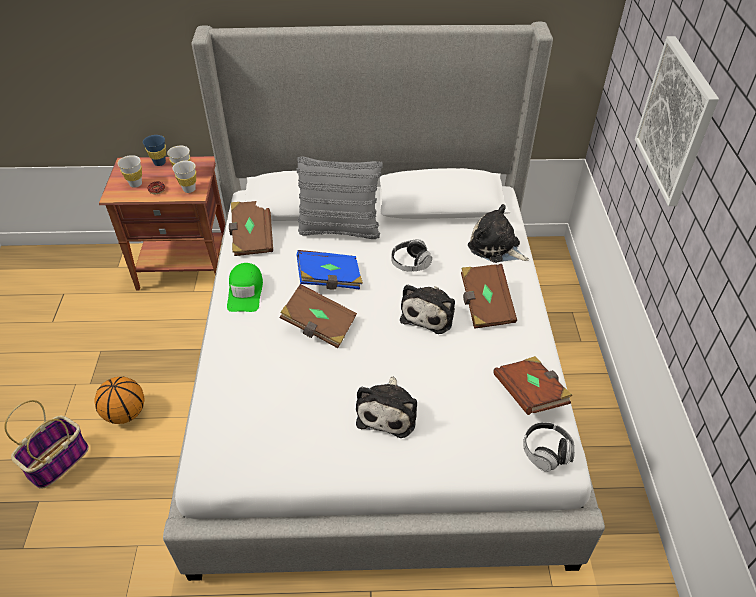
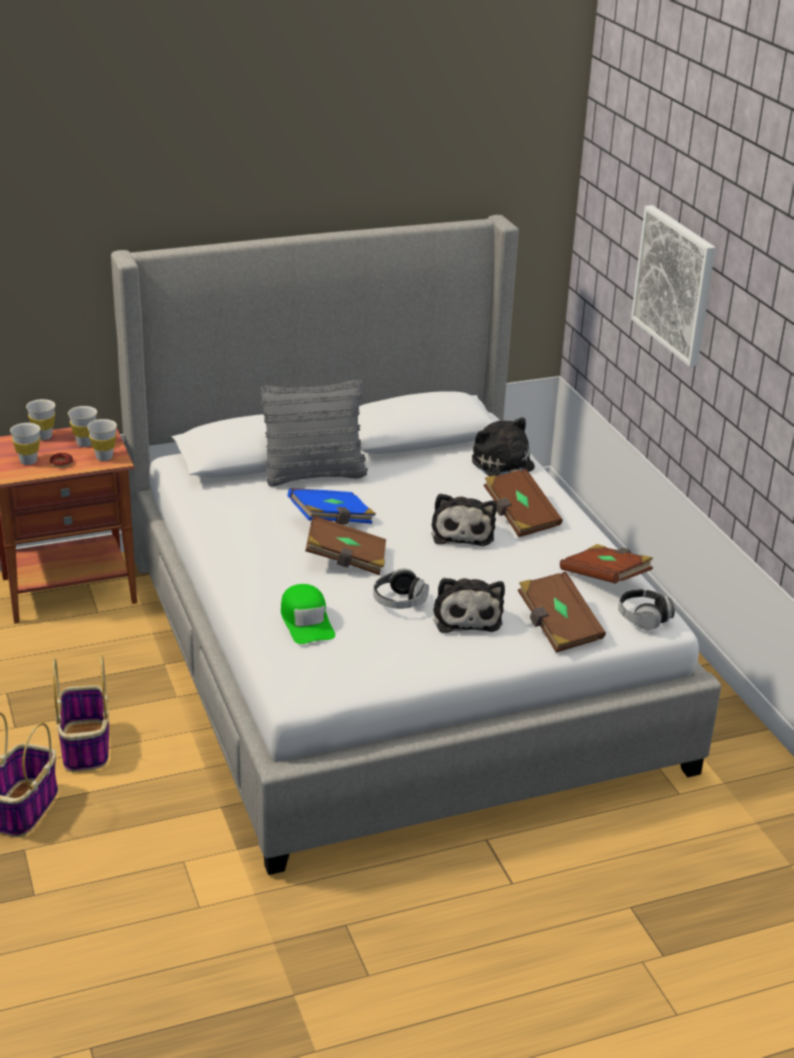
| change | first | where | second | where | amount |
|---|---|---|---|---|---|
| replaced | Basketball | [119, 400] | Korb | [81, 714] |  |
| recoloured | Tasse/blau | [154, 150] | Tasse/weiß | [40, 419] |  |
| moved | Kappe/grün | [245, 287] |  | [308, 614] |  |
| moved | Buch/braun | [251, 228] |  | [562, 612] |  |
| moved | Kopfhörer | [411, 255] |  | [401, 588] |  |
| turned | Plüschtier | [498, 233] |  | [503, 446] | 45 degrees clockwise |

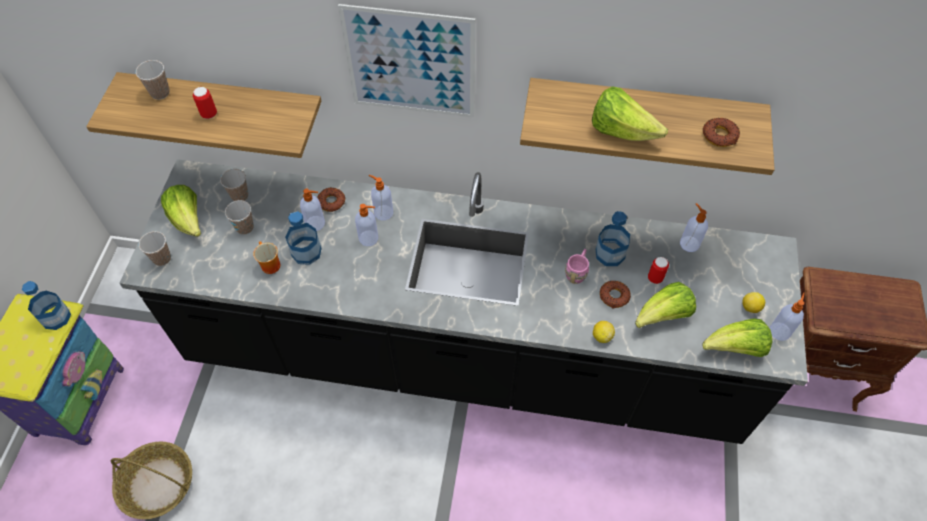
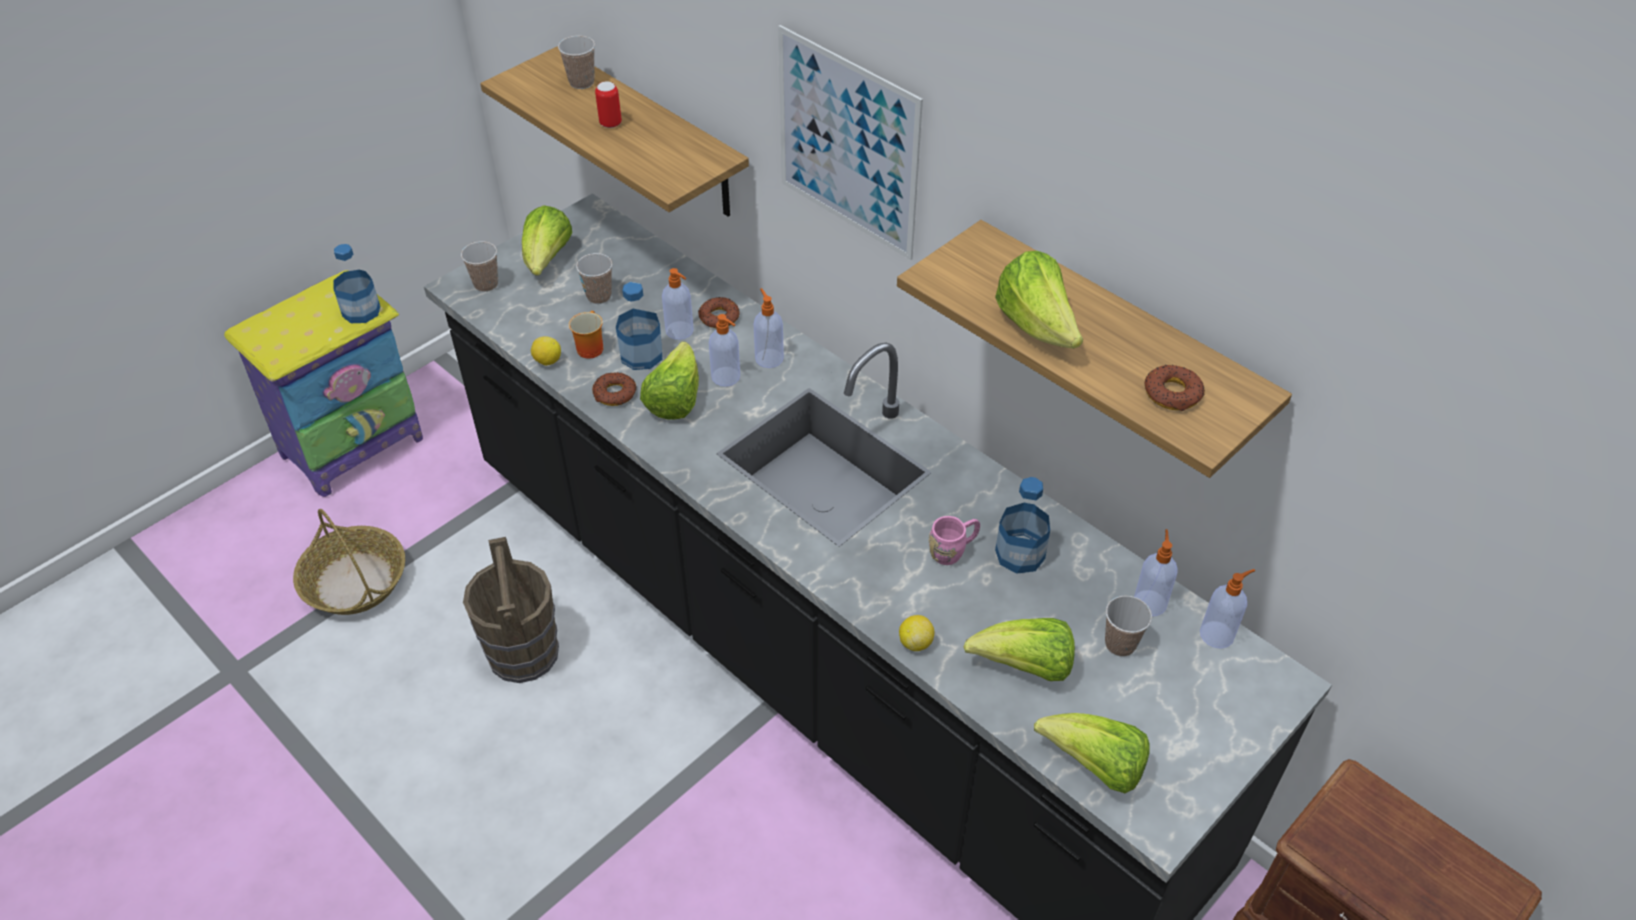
| change | first | where | second | where | amount |
|---|---|---|---|---|---|
| moved | Tasse | [234, 185] |  | [1128, 626] |  |
| moved | Donut | [615, 295] |  | [614, 389] |  |
| removed | Dose | [658, 270] |  |  |  |
| moved | Zitrone | [753, 302] |  | [546, 351] |  |
| moved | Seifenspender | [787, 316] |  | [1227, 609] |  |
| added |  |  | Eimer/braun | [511, 610] |  |
| added |  |  | Salatkopf | [669, 380] |  |

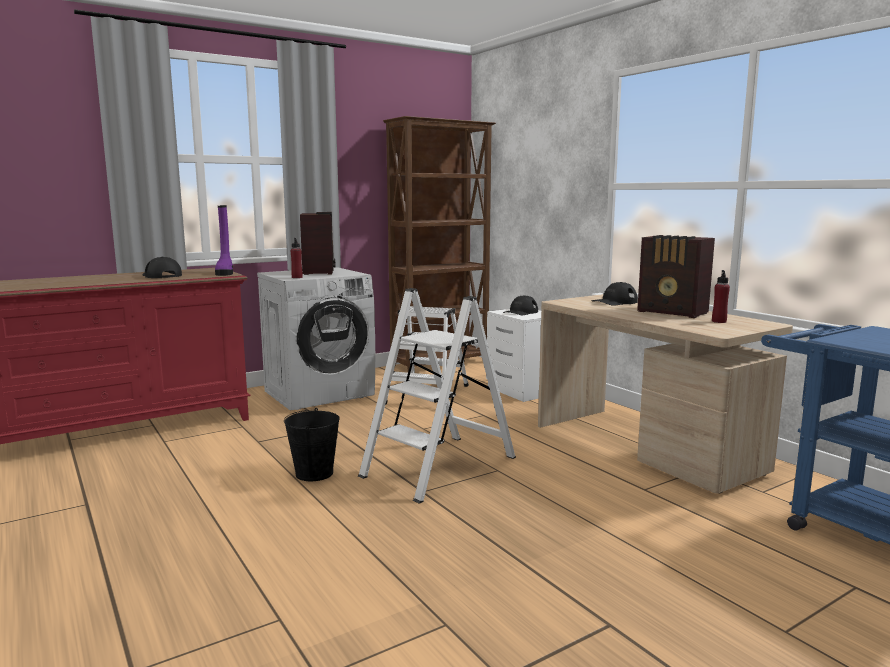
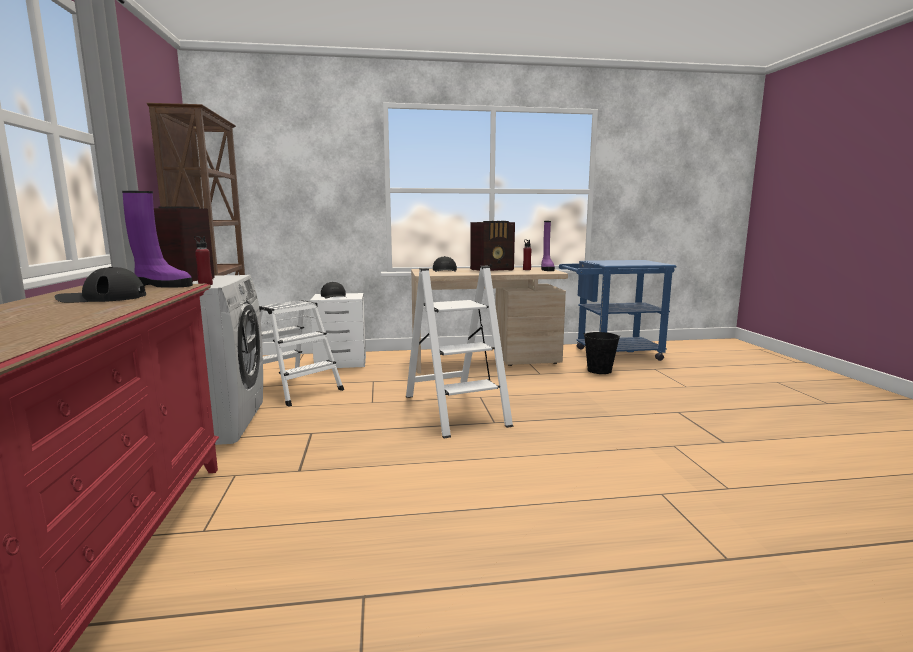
| change | first | where | second | where | amount |
|---|---|---|---|---|---|
| moved | Eimer/schwarz | [312, 444] |  | [602, 353] |  |
| added |  |  | Stiefel/lila | [548, 246] |  |

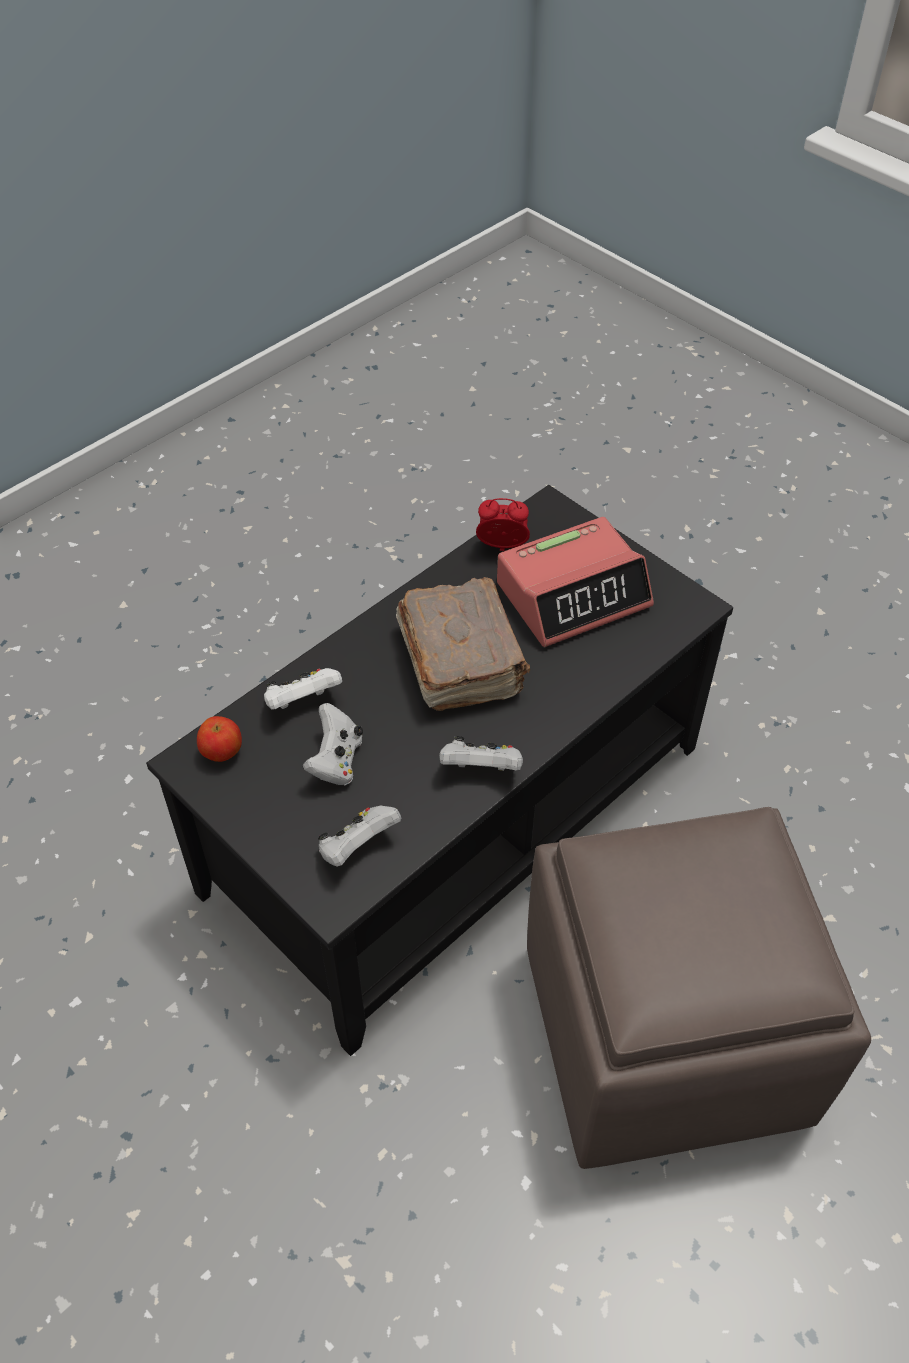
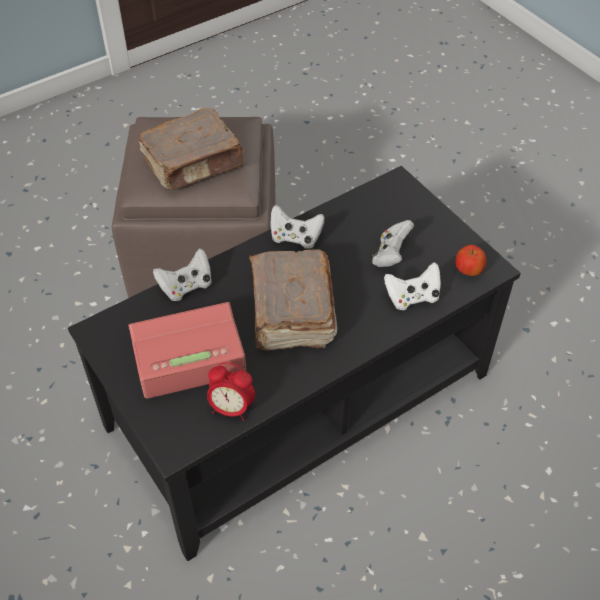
| change | first | where | second | where | amount |
|---|---|---|---|---|---|
| moved | Gamepad/weiß | [359, 836] |  | [182, 275] |  |
| added |  |  | Buch/braun | [191, 149] |  |

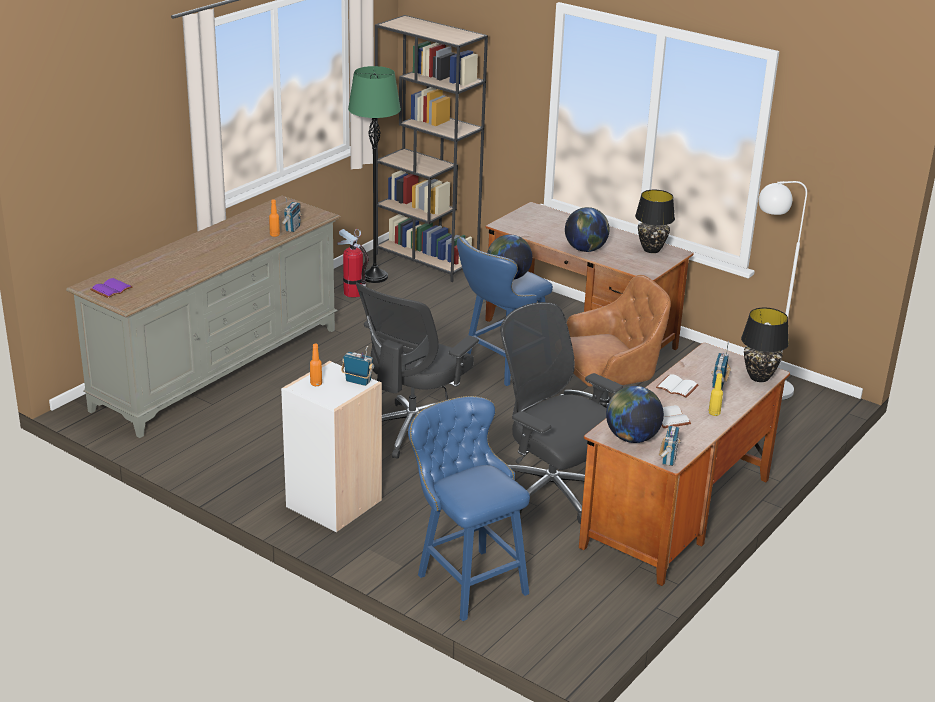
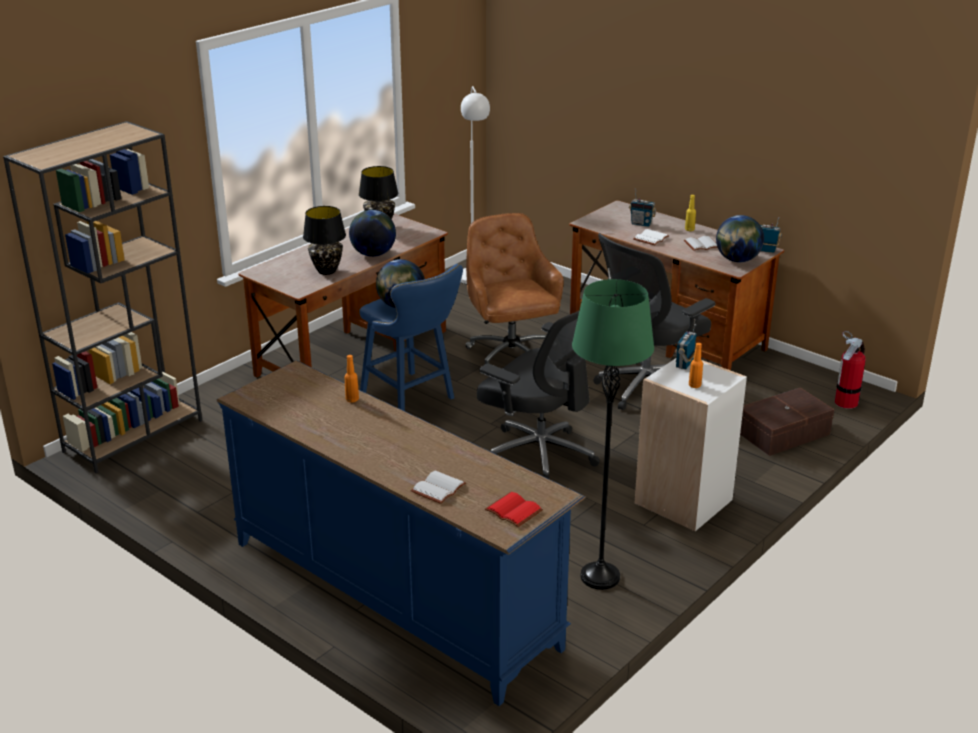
| change | first | where | second | where | amount |
|---|---|---|---|---|---|
| recoloured | Schrank/grau | [203, 317] | Schrank/blau | [401, 533] |  |
| recoloured | Buch/lila | [111, 288] | Buch/rot | [514, 509] |  |
| removed | Radio | [292, 214] |  |  |  |
| moved | Feuerlöscher | [353, 263] |  | [850, 370] |  |
| moved | Stehlampe/grün | [374, 174] |  | [613, 434] |  |
| replaced | Hocker/blau | [469, 508] | Aufbewahrungsbox/braun | [787, 422] |  |
| moved | Tischlampe/schwarz | [765, 345] |  | [324, 240] |  |
| added |  |  | Buch/weiß | [438, 487] |  |

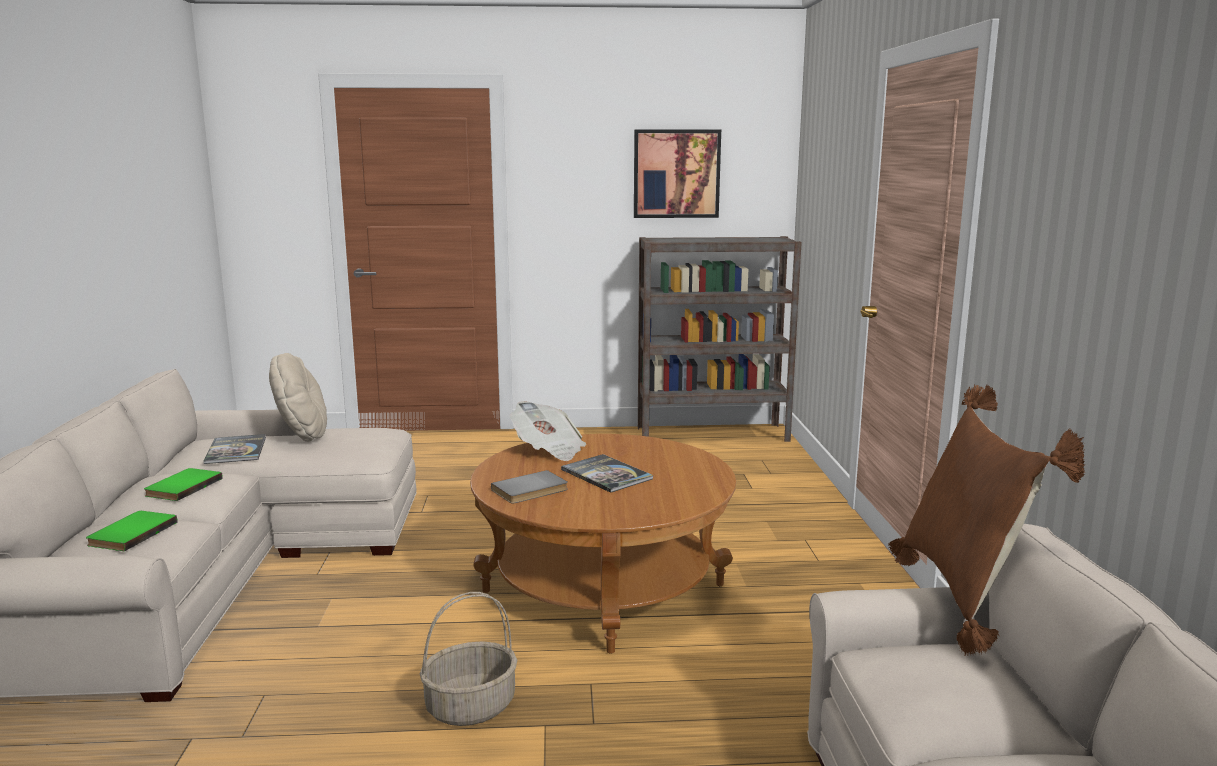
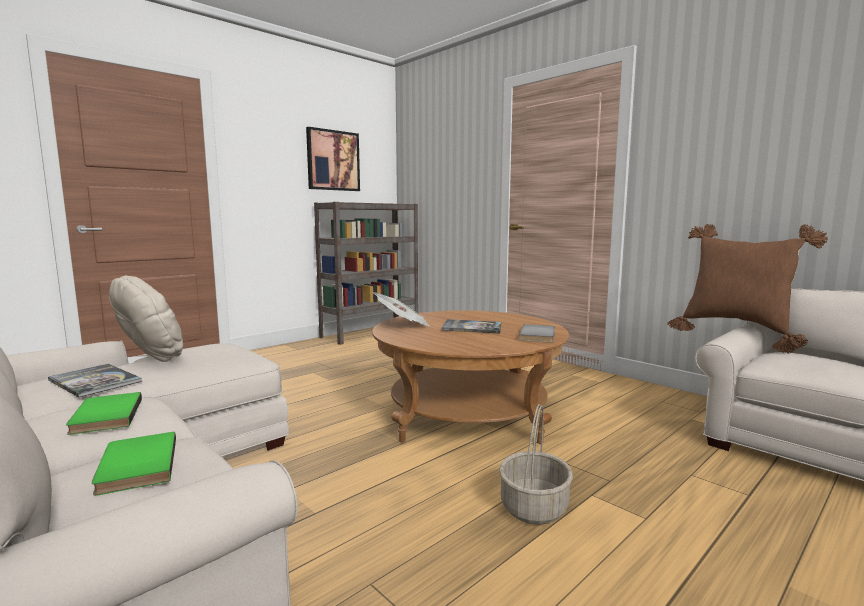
| change | first | where | second | where | amount |
|---|---|---|---|---|---|
| moved | Buch/grau | [529, 487] |  | [537, 333] |  |

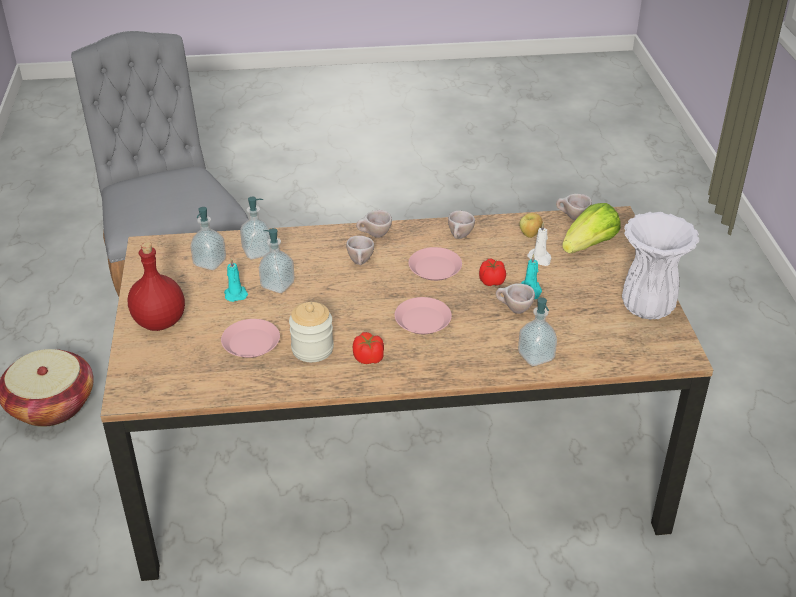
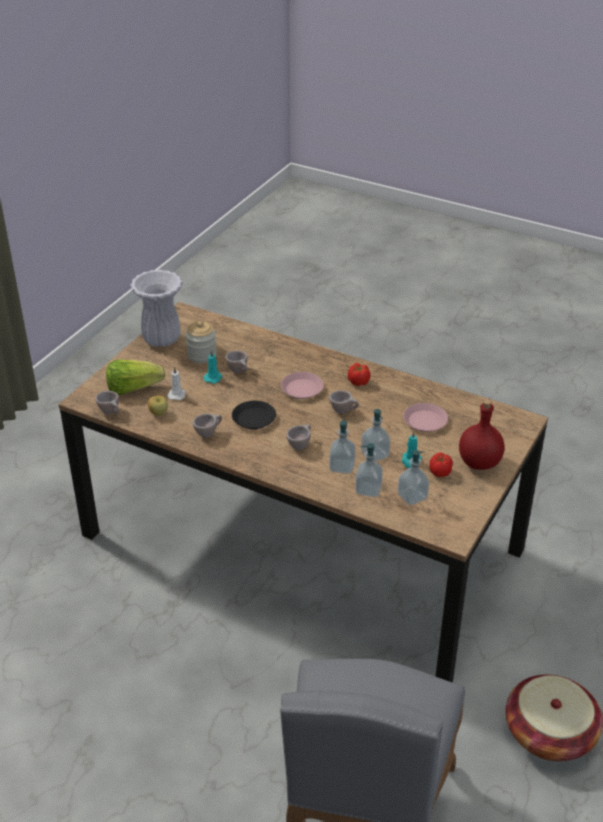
| change | first | where | second | where | amount |
|---|---|---|---|---|---|
| moved | Vorratsglas | [311, 332] |  | [201, 342] |  |
| moved | Tasse/beige | [374, 224] |  | [344, 402] |  |
| recoloured | Teller/rosa | [435, 264] | Teller/schwarz | [254, 415] |  |
| moved | Tomate | [492, 272] |  | [441, 465] |  |
| moved | Seifenspender | [537, 331] |  | [342, 446] |  |

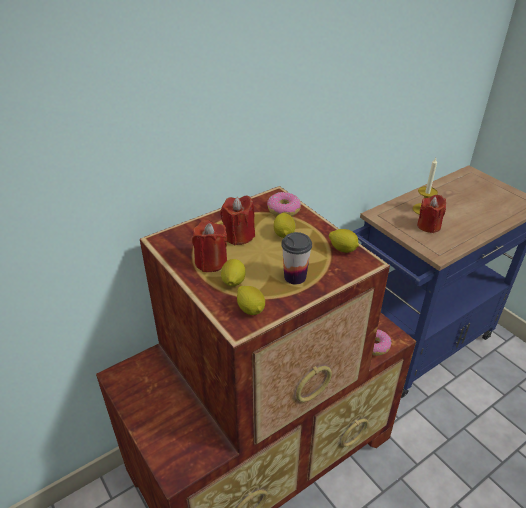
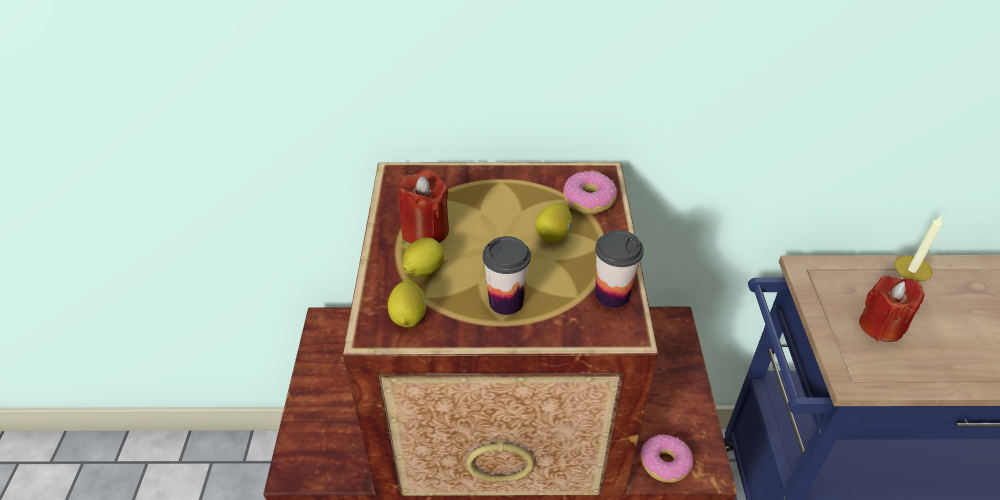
| change | first | where | second | where | amount |
|---|---|---|---|---|---|
| removed | Kerze/rot | [237, 220] |  |  |  |
| replaced | Zitrone | [344, 241] | Tasse | [619, 269] |  |

